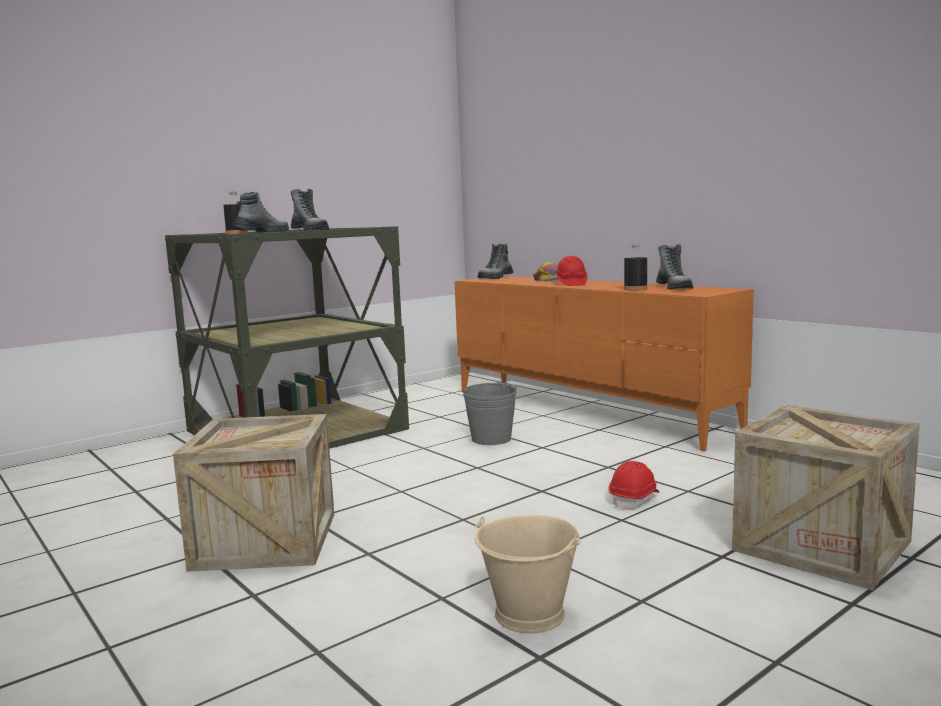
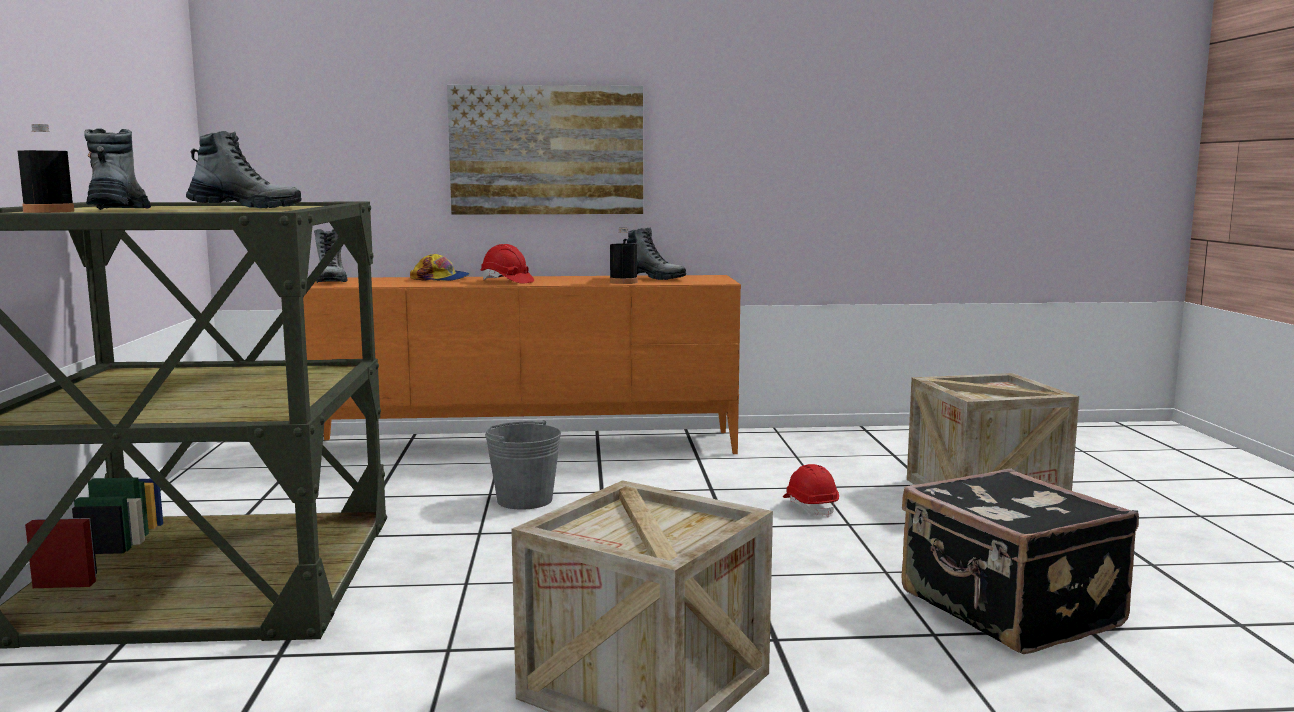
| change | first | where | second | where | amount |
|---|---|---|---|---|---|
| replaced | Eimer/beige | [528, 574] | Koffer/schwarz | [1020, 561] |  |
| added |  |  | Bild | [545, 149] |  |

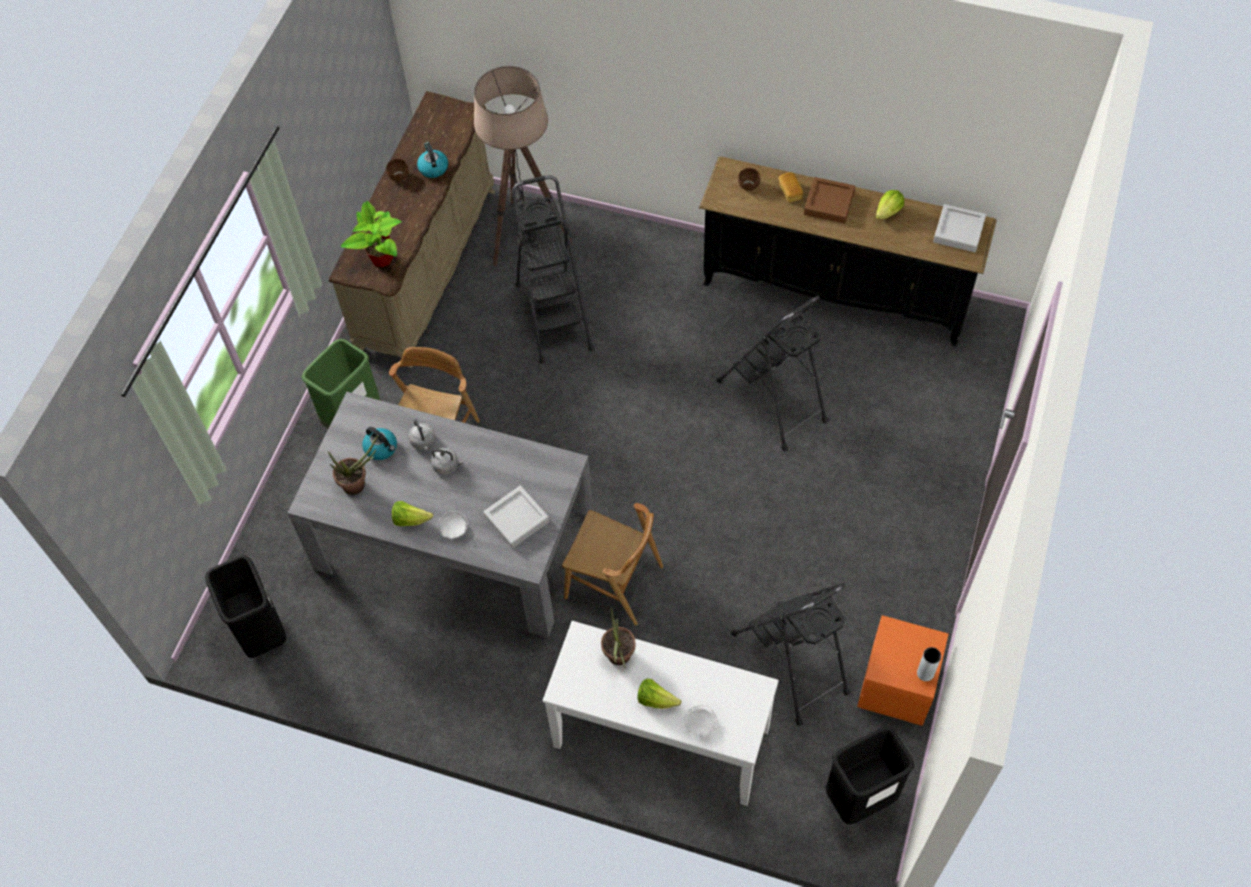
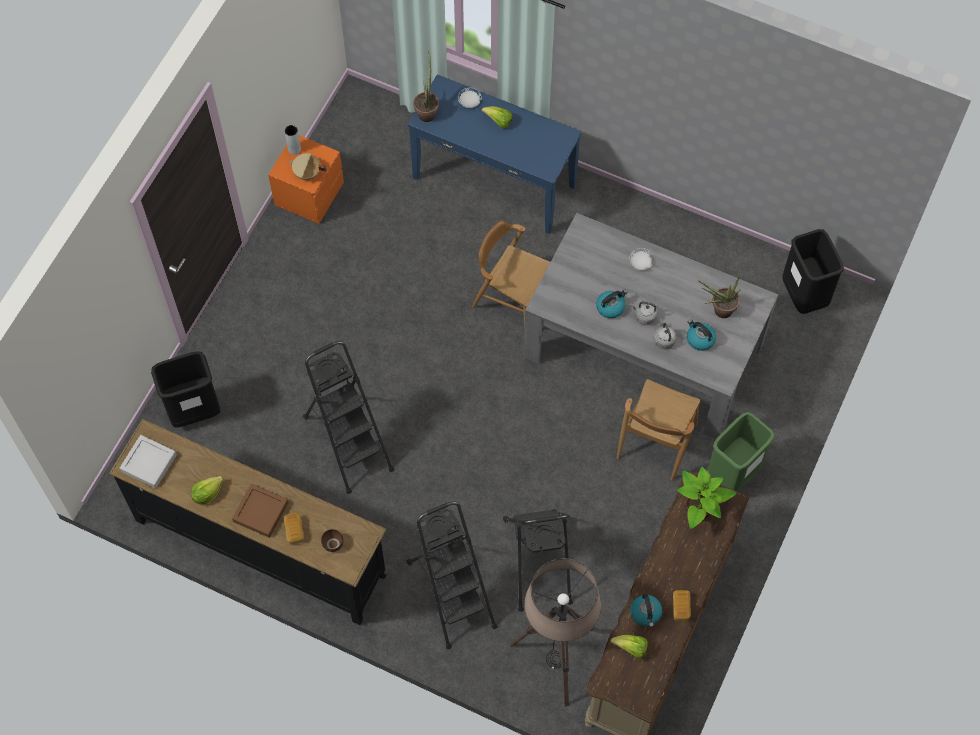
| change | first | where | second | where | amount |
|---|---|---|---|---|---|
| replaced | Schüssel/braun | [397, 170] | Brot | [682, 605] |  |
| moved | Salatkopf | [412, 513] |  | [629, 646] |  |
| removed | Tablett/grau | [516, 517] |  |  |  |
| recoloured | Konsolentisch/weiß | [661, 713] | Konsolentisch/blau | [495, 154] |  |
| moved | Topfpflanze | [618, 638] |  | [426, 86] |  |
| moved | Trittleiter | [790, 654] |  | [452, 575] |  |
| moved | Mülleimer/schwarz | [870, 775] |  | [185, 390] |  |
| added |  |  | Kochtopf/beige | [308, 166] |  |
| added |  |  | Wasserkessel | [611, 303] |  |

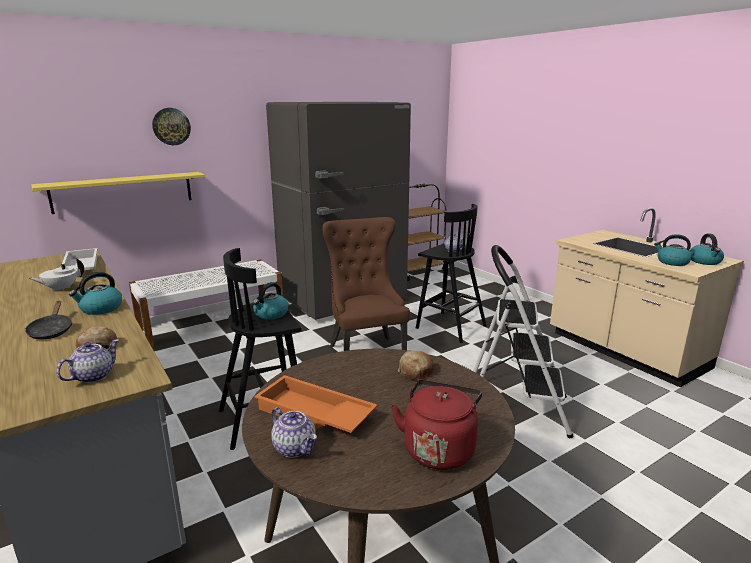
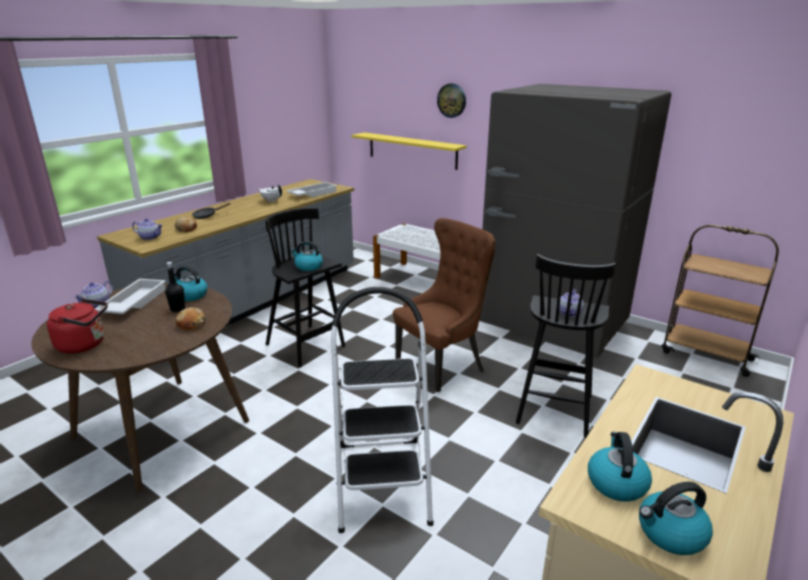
| change | first | where | second | where | amount |
|---|---|---|---|---|---|
| moved | Wasserkessel | [95, 293] |  | [190, 283] |  |
| recoloured | Tablett/orange | [316, 404] | Tablett/weiß | [130, 296] |  |
| added |  |  | Flasche/schwarz | [175, 287] |  |

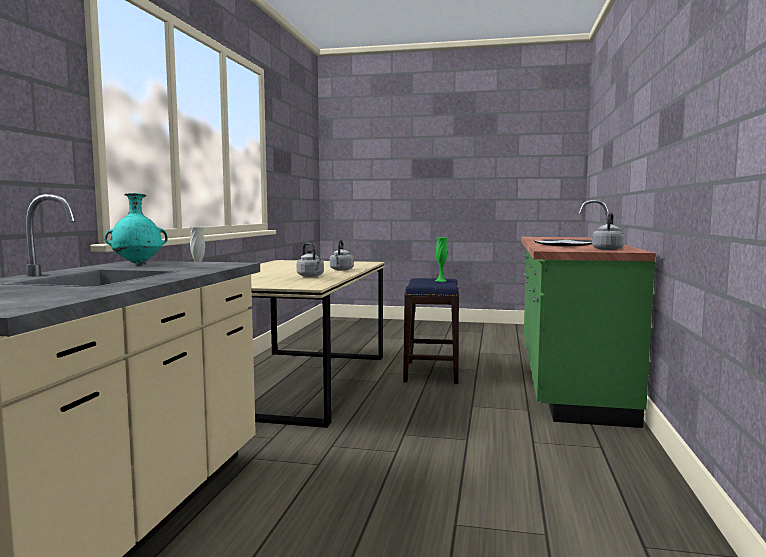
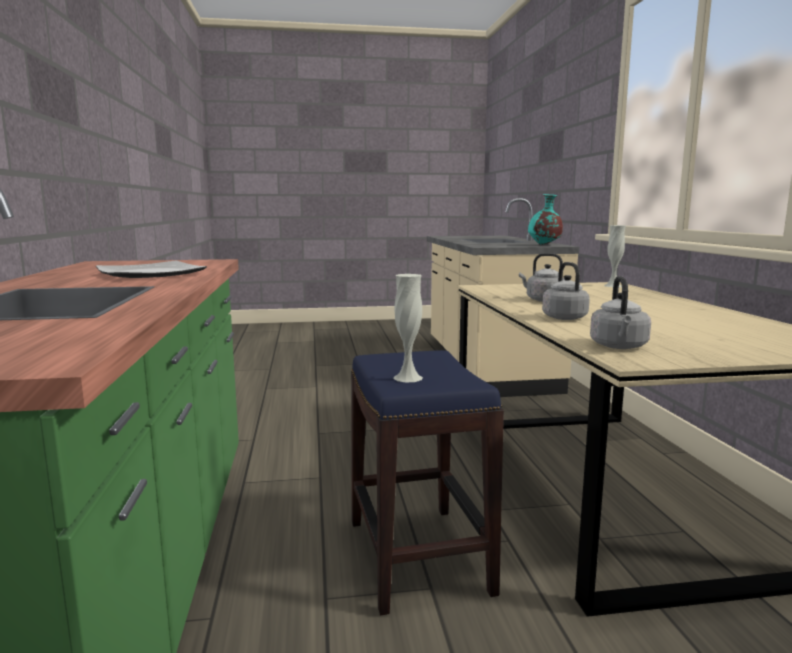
| change | first | where | second | where | amount |
|---|---|---|---|---|---|
| recoloured | Vase/grün | [441, 259] | Vase/weiß | [408, 328] |  |
| moved | Wasserkessel/grau | [608, 231] |  | [620, 312] |  |

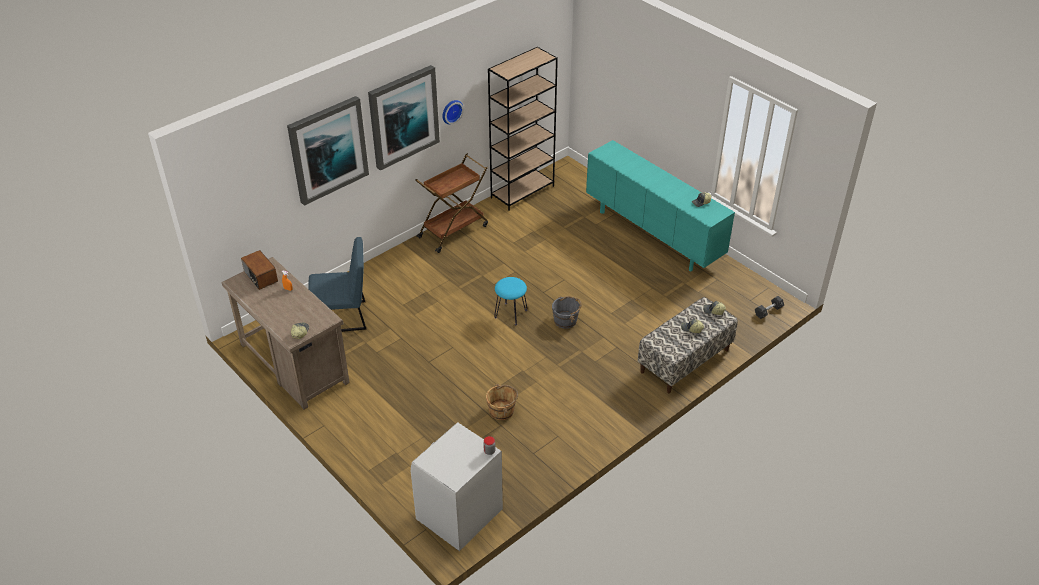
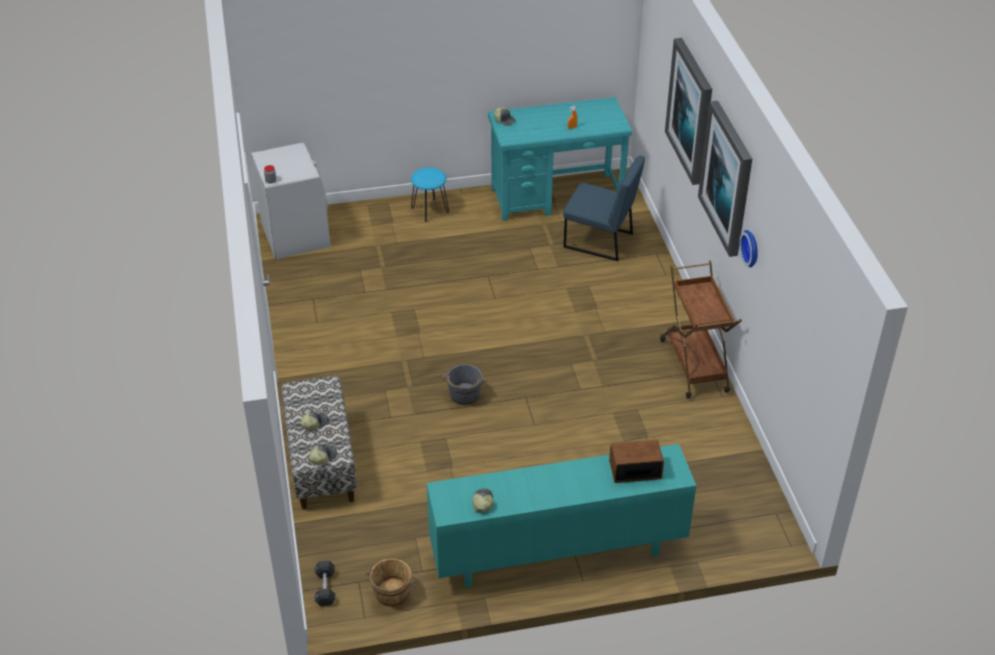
| change | first | where | second | where | amount |
|---|---|---|---|---|---|
| recoloured | Schreibtisch/braun | [286, 333] | Schreibtisch/türkis | [560, 159] |  |
| moved | Radio | [259, 270] |  | [636, 461] |  |
| turned | Stuhl/blau | [337, 284] |  | [604, 208] | 90 degrees counterclockwise |
| moved | Eimer/braun | [502, 402] |  | [390, 583] |  |
| removed | Bücherregal/beige | [523, 129] |  |  |  |
| moved | Hocker/türkis | [510, 301] |  | [430, 194] |  |

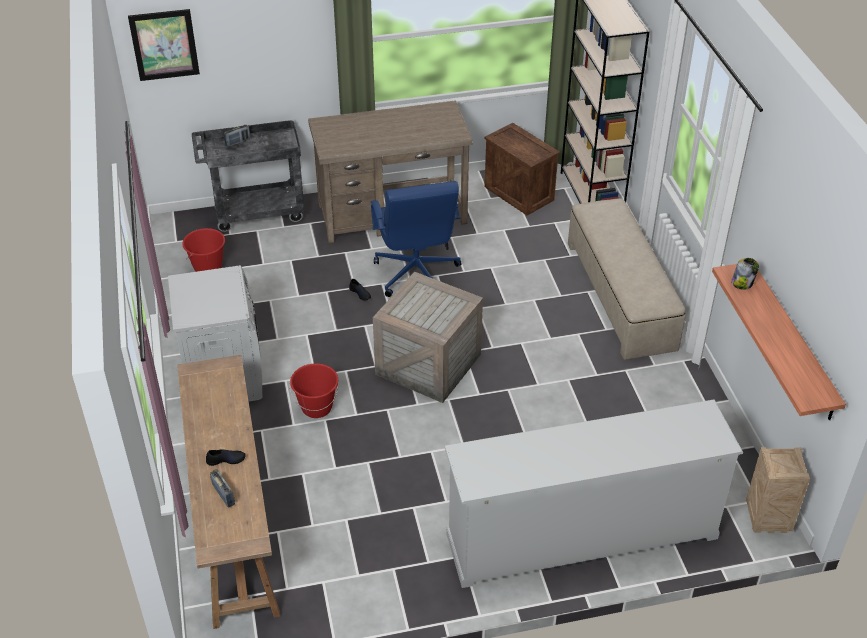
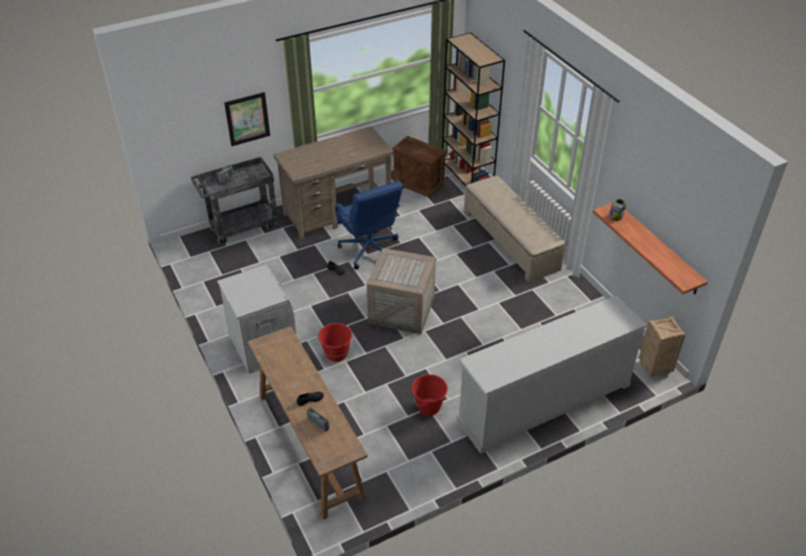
| change | first | where | second | where | amount |
|---|---|---|---|---|---|
| moved | Bild | [164, 45] |  | [247, 119] |  |
| moved | Eimer/rot | [203, 250] |  | [430, 395] |  |

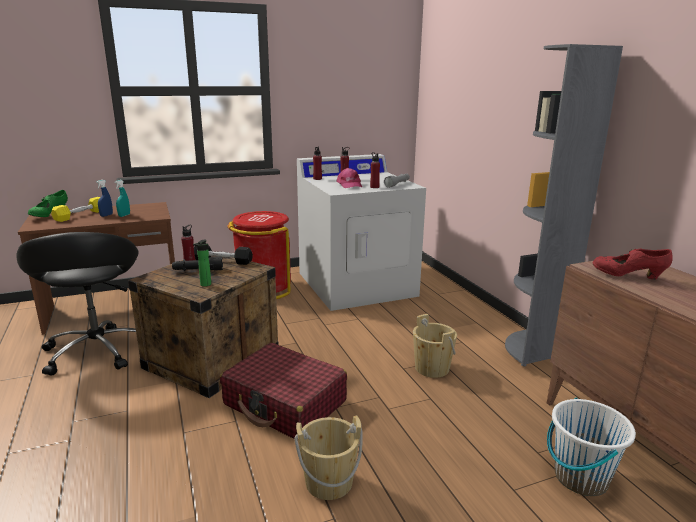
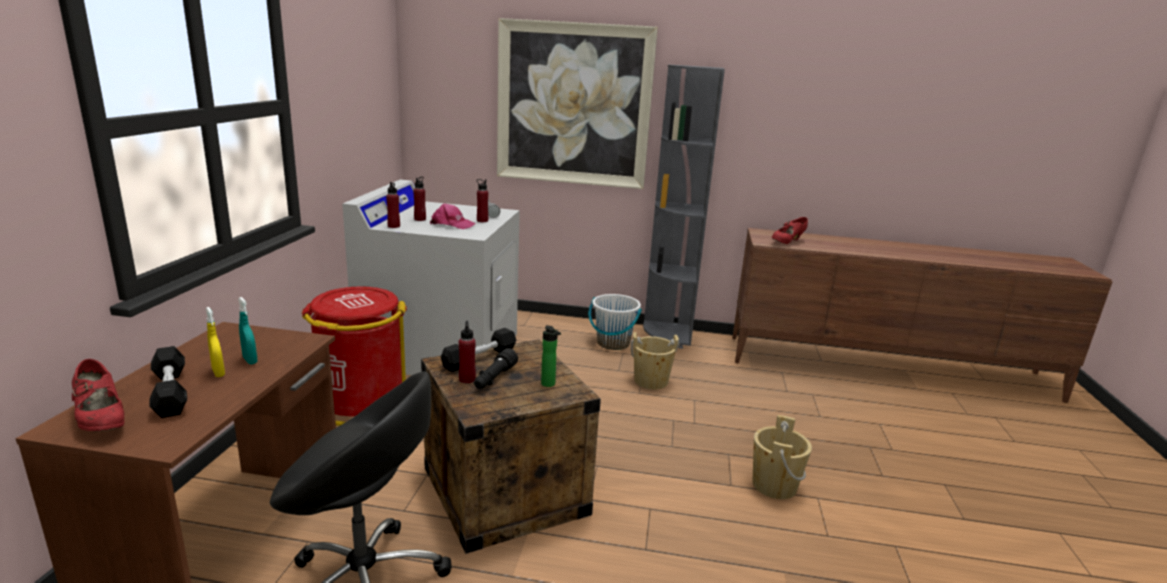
| change | first | where | second | where | amount |
|---|---|---|---|---|---|
| recoloured | Schuh/grün | [48, 203] | Schuh/rot | [98, 395] |  |
| recoloured | Hantel/gelb | [75, 209] | Hantel/schwarz | [168, 382] |  |
| recoloured | Sprühflasche/blau | [104, 198] | Sprühflasche/gelb | [215, 342] |  |
| removed | Koffer/rot | [283, 391] |  |  |  |
| moved | Eimer/weiß | [591, 447] |  | [615, 322] |  |
| added |  |  | Bild | [577, 103] |  |

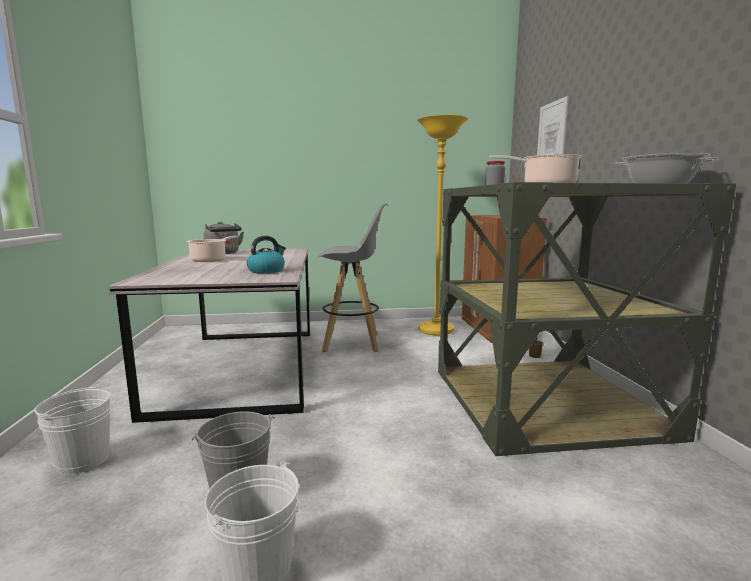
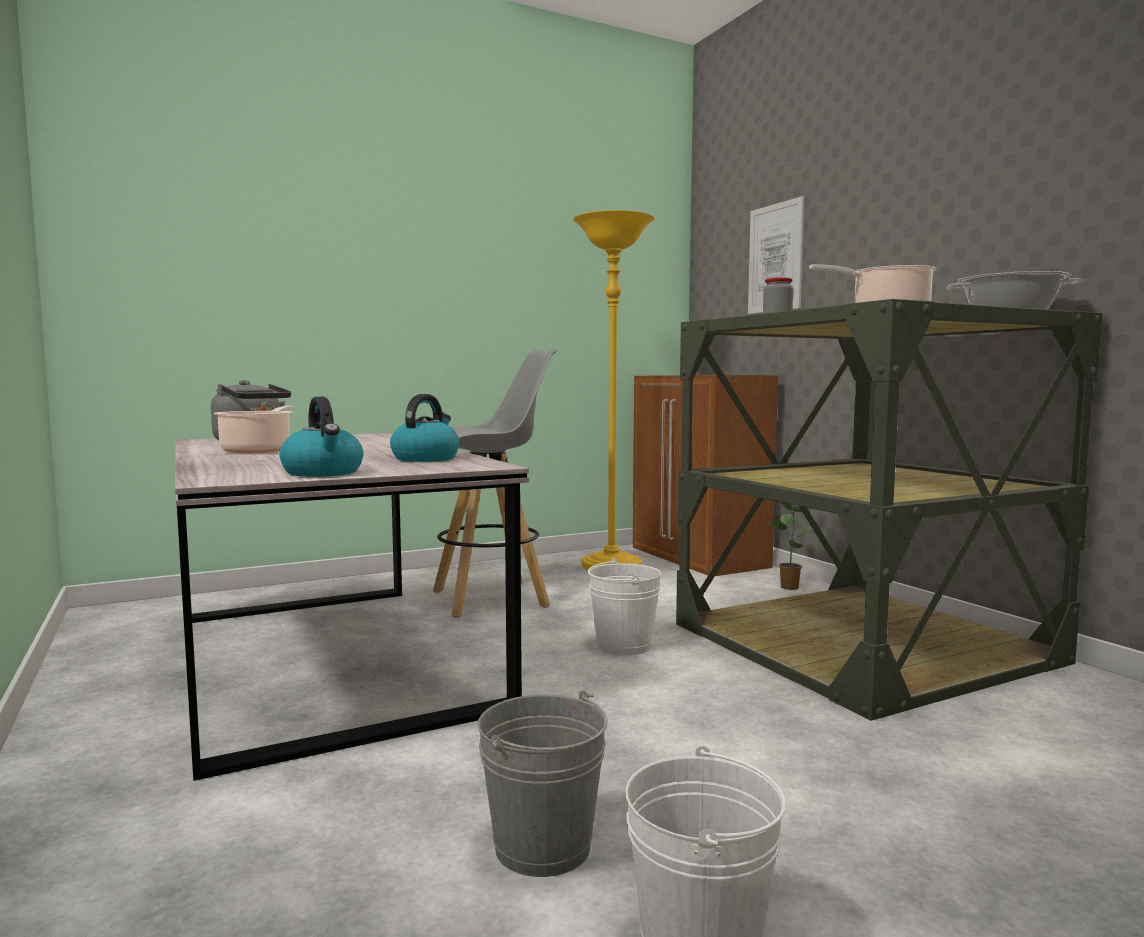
| change | first | where | second | where | amount |
|---|---|---|---|---|---|
| moved | Eimer/weiß | [72, 429] |  | [624, 607] |  |
| added |  |  | Wasserkessel | [321, 437] |  |

